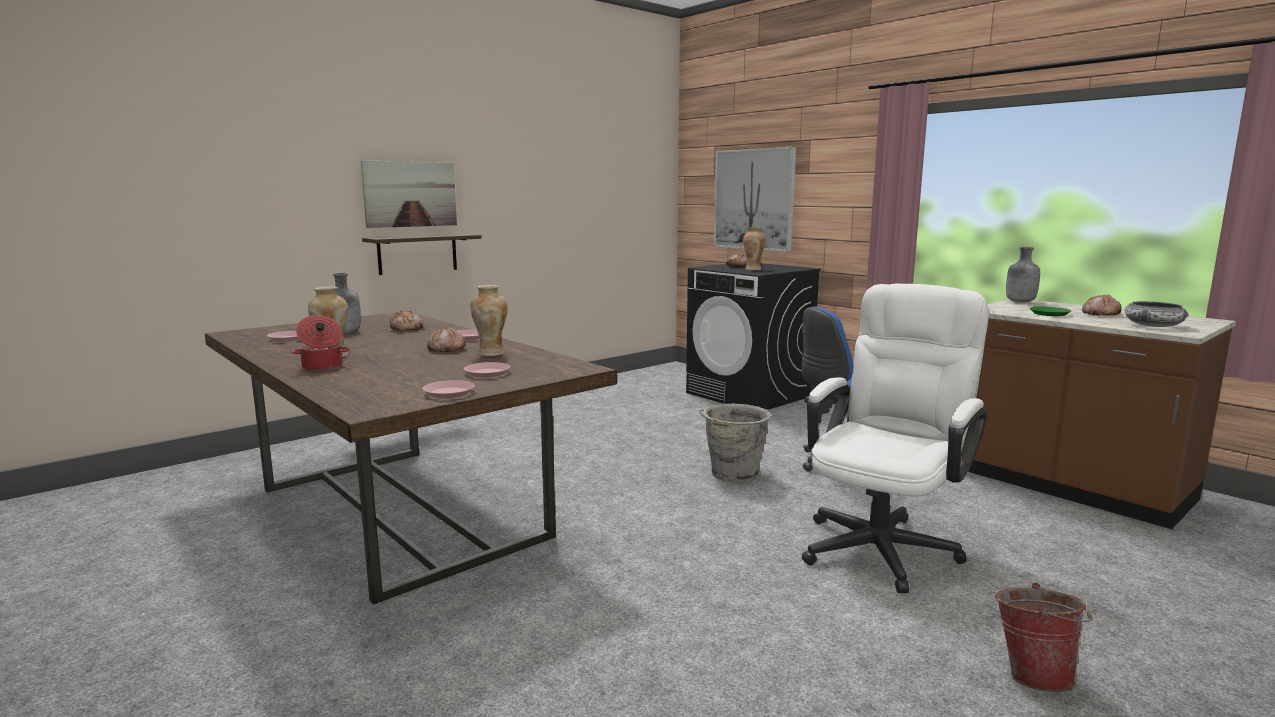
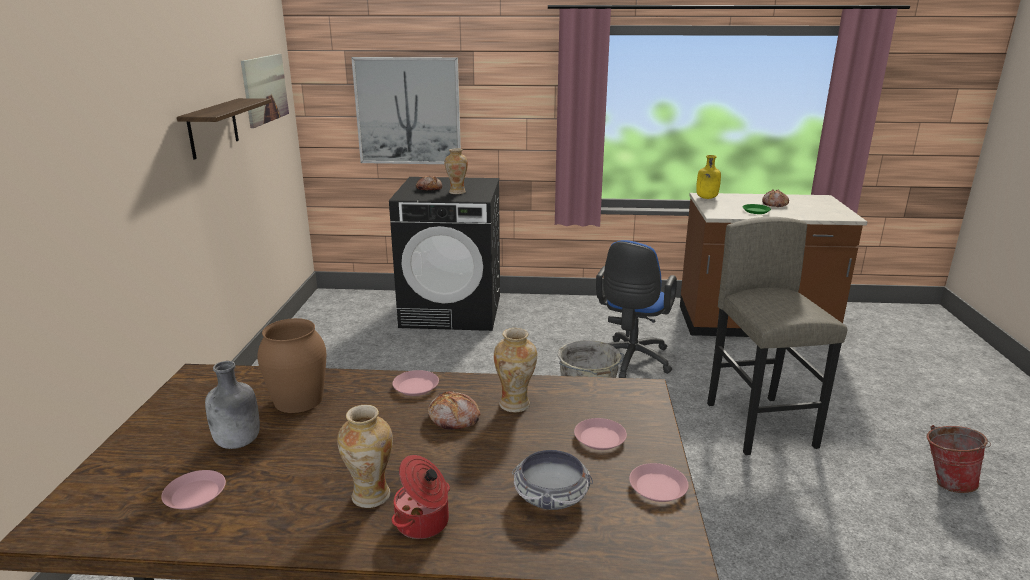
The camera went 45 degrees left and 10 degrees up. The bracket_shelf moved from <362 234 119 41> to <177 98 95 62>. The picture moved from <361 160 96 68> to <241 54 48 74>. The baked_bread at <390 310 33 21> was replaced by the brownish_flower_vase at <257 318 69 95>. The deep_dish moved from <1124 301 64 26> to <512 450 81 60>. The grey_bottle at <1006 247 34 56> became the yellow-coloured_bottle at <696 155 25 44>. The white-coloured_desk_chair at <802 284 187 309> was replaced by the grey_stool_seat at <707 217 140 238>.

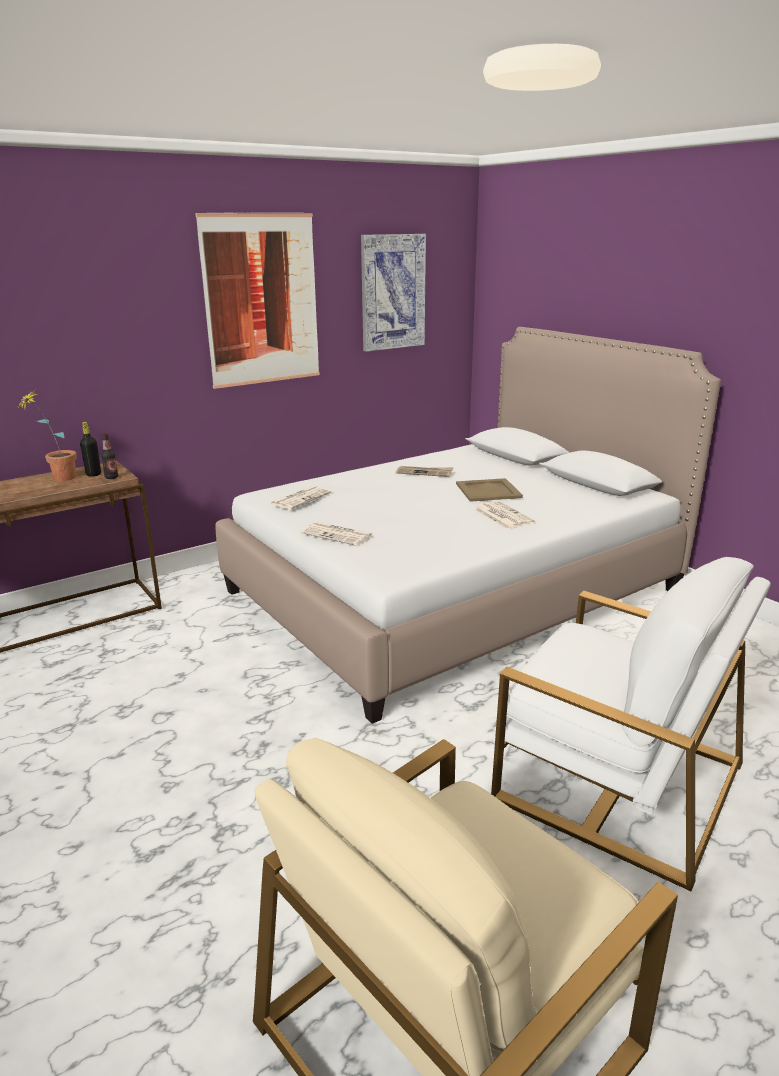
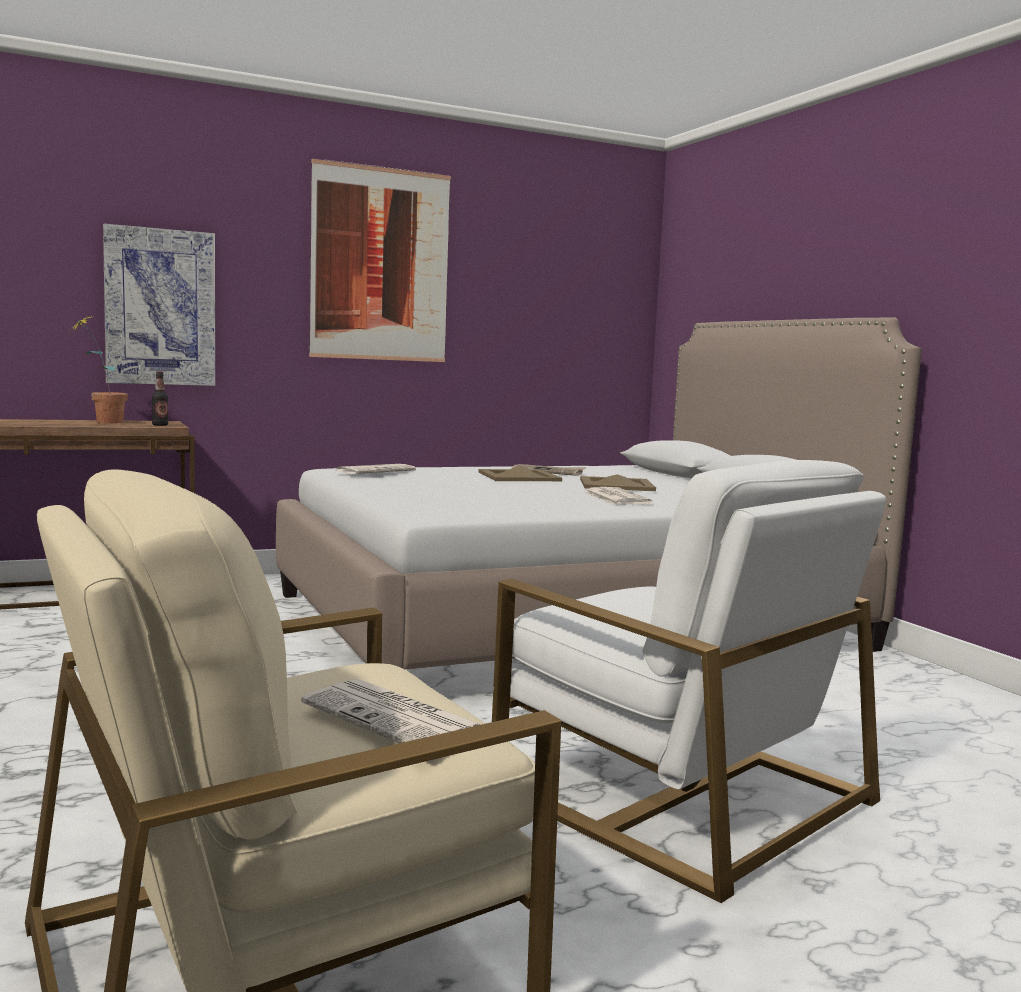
The camera went 10 degrees right and 15 degrees down. The picture moved from <361 234 65 118> to <103 223 112 163>. The printed_paper moved from <301 522 72 24> to <301 679 181 64>. The beige-coloured_serving_tray at <478 466 84 15> appeared. The black-coloured_bottle at <80 422 21 55> disappeared.

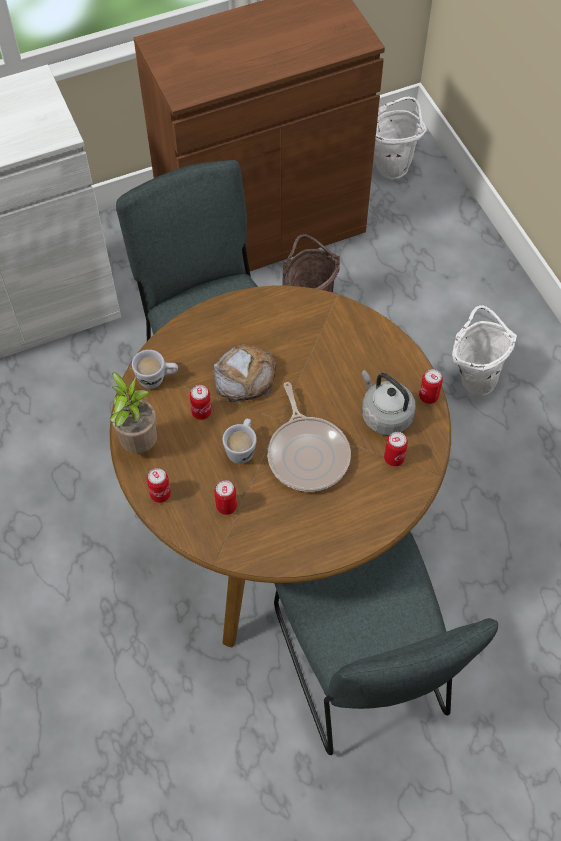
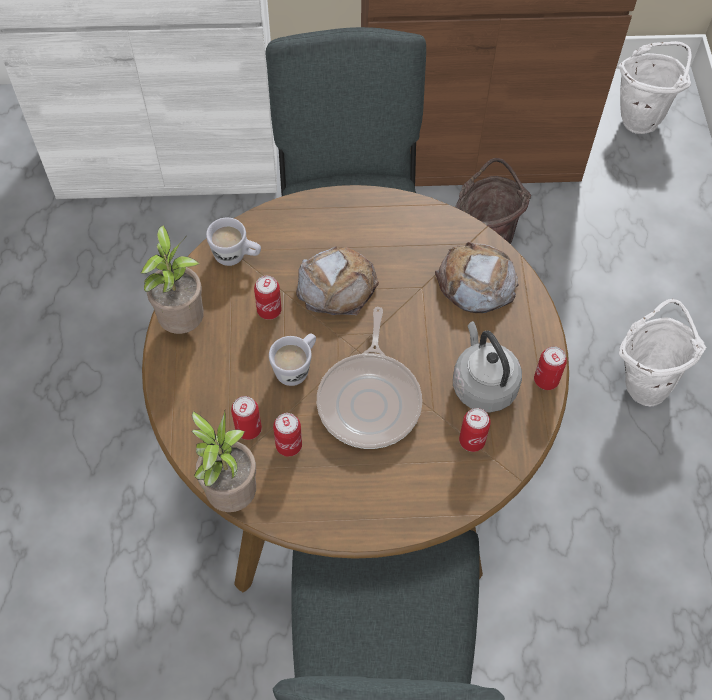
The camera went 20 degrees right and 0 degrees up. The plant_in_a_pot at <192 411 64 101> appeared. The can moved from <147 468 24 35> to <273 413 29 44>. The baked_bread at <435 242 84 71> appeared.

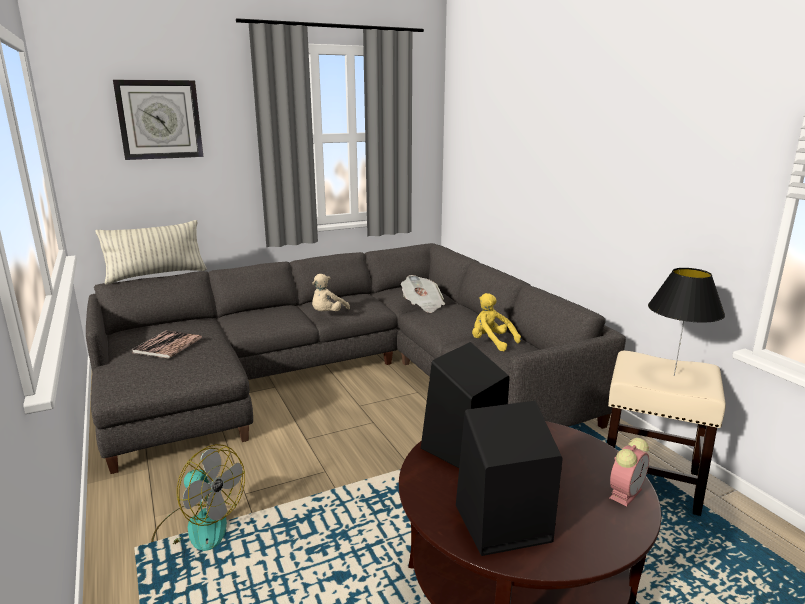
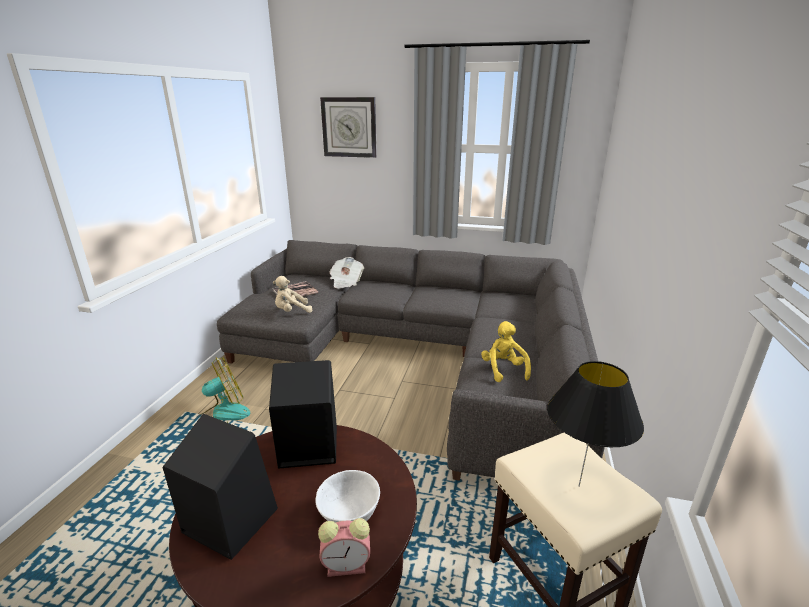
The camera went 40 degrees right and 5 degrees up. The fan at <151 444 94 107> turned 105 degrees counterclockwise. The beige-coloured_plush_toy moved from <312 274 38 37> to <273 276 39 37>. The white-coloured_deep_dish at <315 470 65 53> appeared. The printed_paper moved from <401 275 44 38> to <330 257 34 32>. The cushion at <96 220 111 64> disappeared.

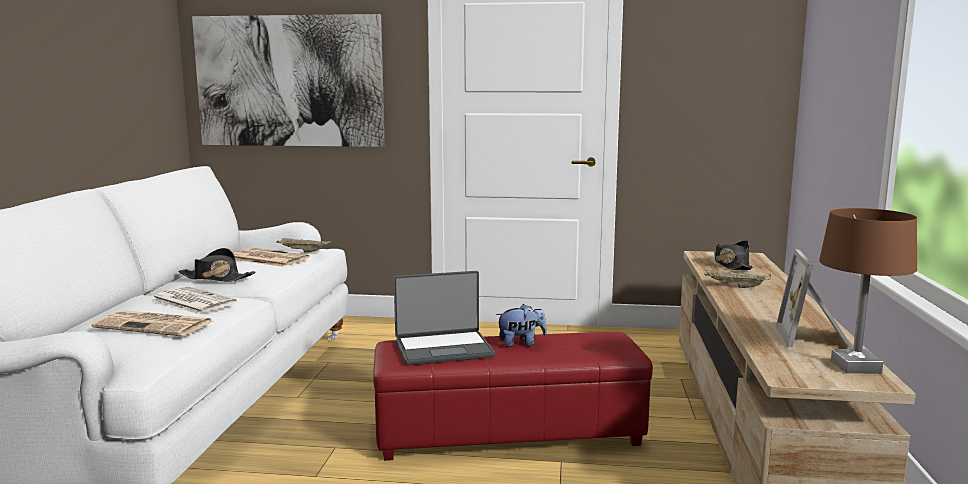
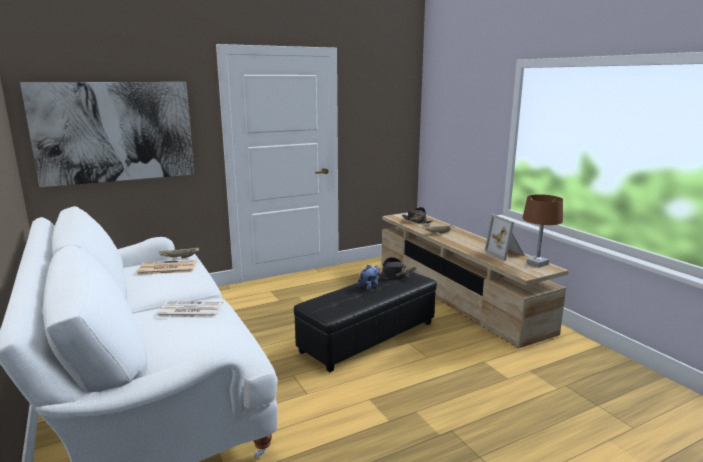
The camera went 35 degrees left and 5 degrees up. The red_pouffe at <373 332 280 129> became the black-coloured_pouffe at <294 272 143 100>. The black-coloured_clothing_hat moved from <179 248 76 34> to <380 257 37 22>. The printed_paper at <92 310 121 26> disappeared. The laptop at <394 271 101 95> disappeared.

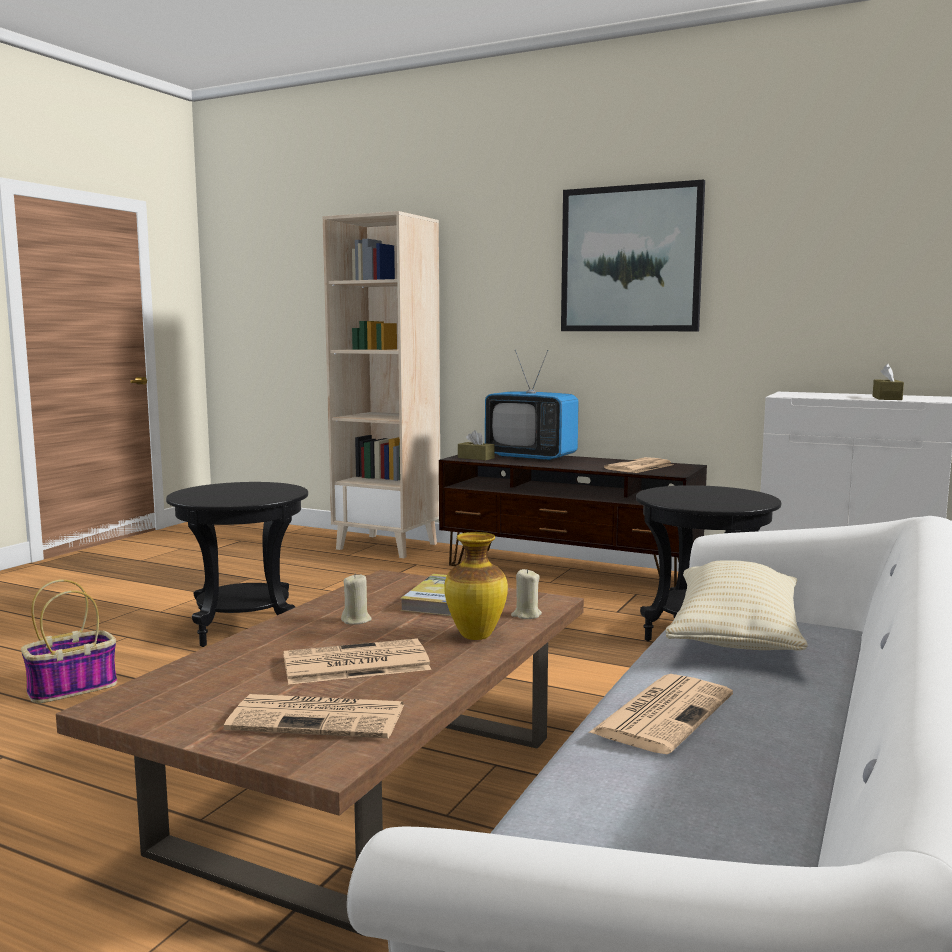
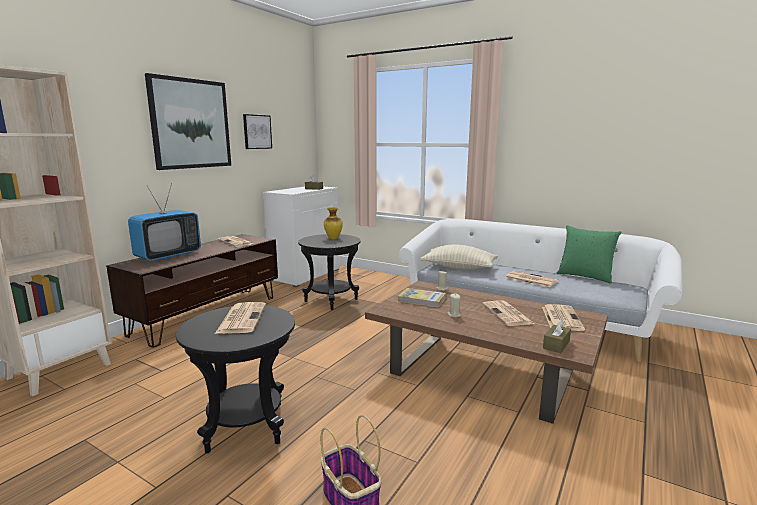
The camera went 85 degrees left and 5 degrees up. The printed_paper at <215 302 51 32> appeared. The picture at <243 114 29 35> appeared. The flower_vase moved from <444 532 64 108> to <324 208 19 32>. The brownish_tissue_box moved from <458 430 36 31> to <543 319 28 34>. The green-coloured_cushion at <557 225 64 59> appeared.

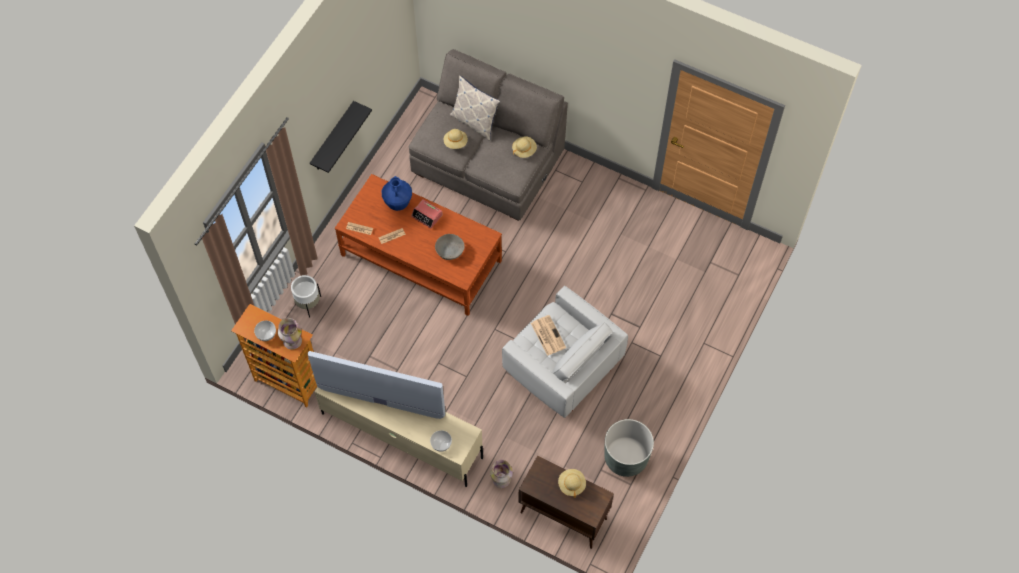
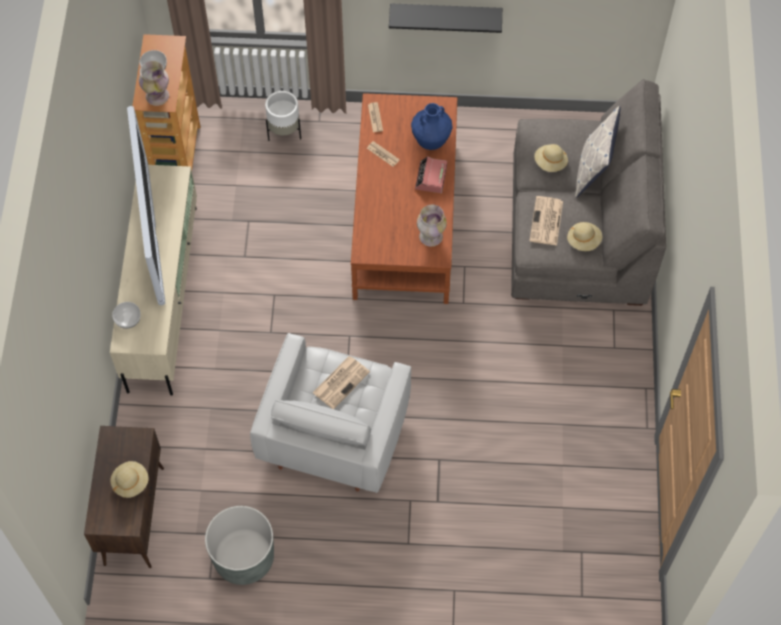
The camera went 65 degrees right and 0 degrees up. The flower_vase moved from <490 460 23 28> to <417 205 30 41>. The printed_paper at <529 196 34 50> appeared. The grey_deep_dish at <435 234 30 26> disappeared.

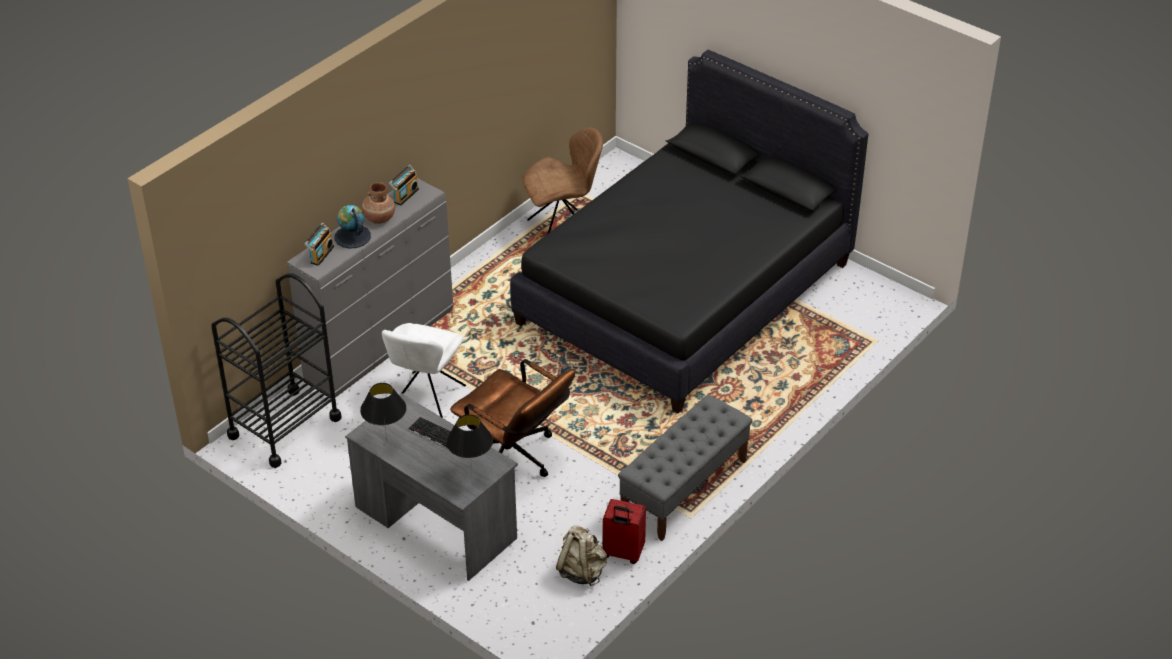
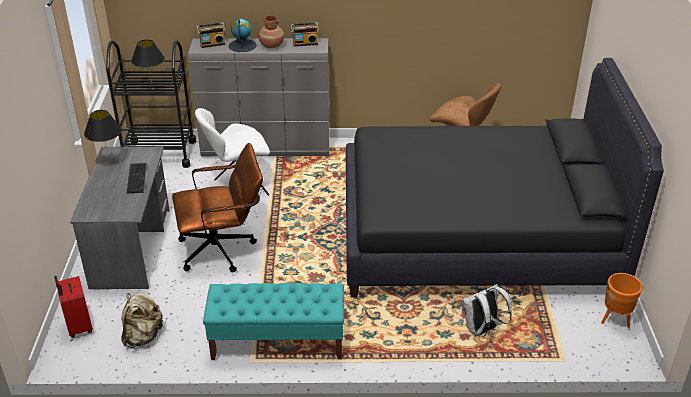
The camera went 50 degrees right and 5 degrees down. The red_travel_case moved from <603 499 43 65> to <54 276 39 62>. The black-coloured_lamp_for_a_table moved from <446 414 47 61> to <131 39 34 51>. The brownish_desk_chair at <450 359 125 118> turned 105 degrees counterclockwise. The grey_indoor_bench at <618 395 135 146> became the blue-green_indoor_bench at <203 283 141 77>. The white-coloured_backpack at <461 284 51 53> appeared. The orange-coloured_flower_pot at <601 273 42 55> appeared.

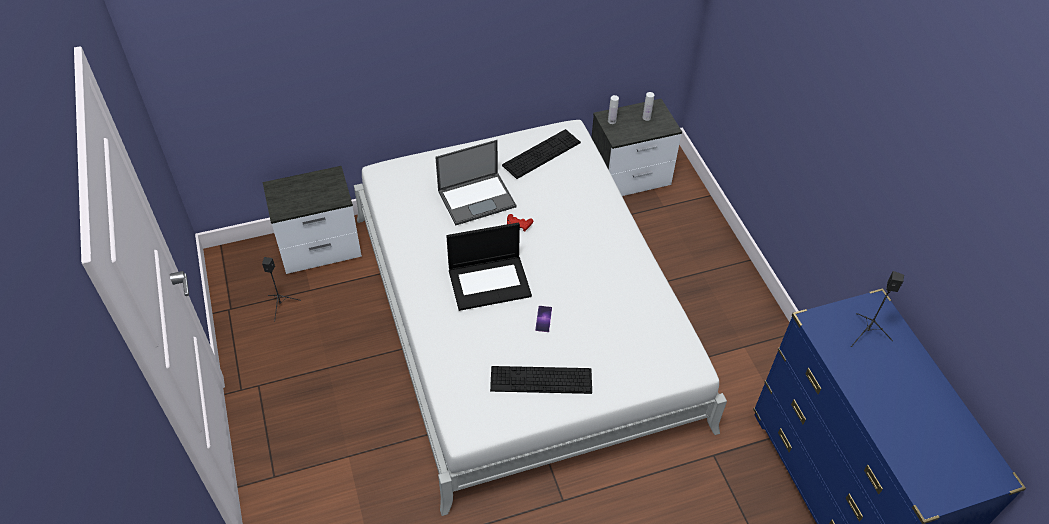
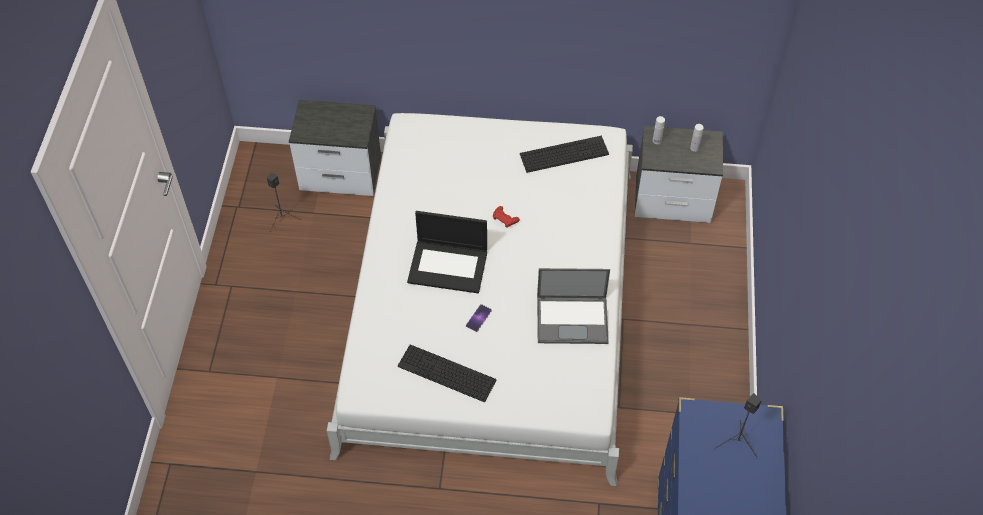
The camera went 25 degrees right and 5 degrees up. The laptop moved from <435 140 81 85> to <537 268 73 76>.

